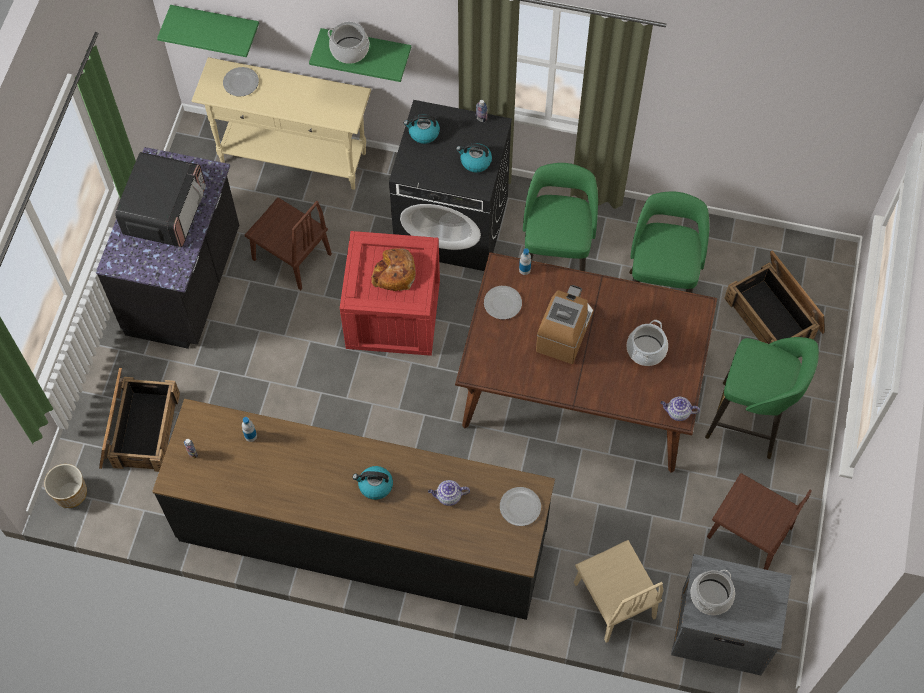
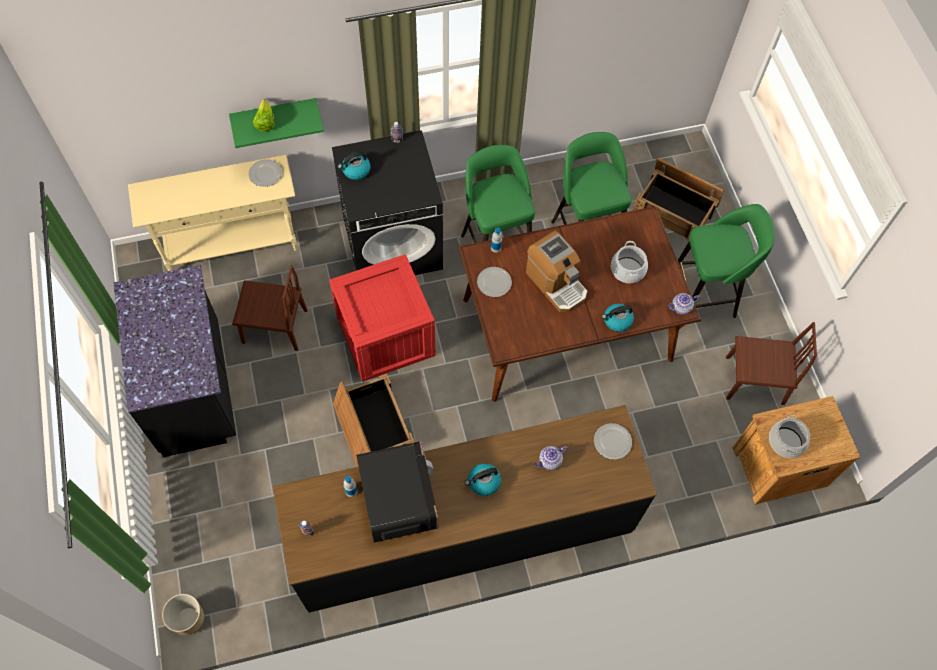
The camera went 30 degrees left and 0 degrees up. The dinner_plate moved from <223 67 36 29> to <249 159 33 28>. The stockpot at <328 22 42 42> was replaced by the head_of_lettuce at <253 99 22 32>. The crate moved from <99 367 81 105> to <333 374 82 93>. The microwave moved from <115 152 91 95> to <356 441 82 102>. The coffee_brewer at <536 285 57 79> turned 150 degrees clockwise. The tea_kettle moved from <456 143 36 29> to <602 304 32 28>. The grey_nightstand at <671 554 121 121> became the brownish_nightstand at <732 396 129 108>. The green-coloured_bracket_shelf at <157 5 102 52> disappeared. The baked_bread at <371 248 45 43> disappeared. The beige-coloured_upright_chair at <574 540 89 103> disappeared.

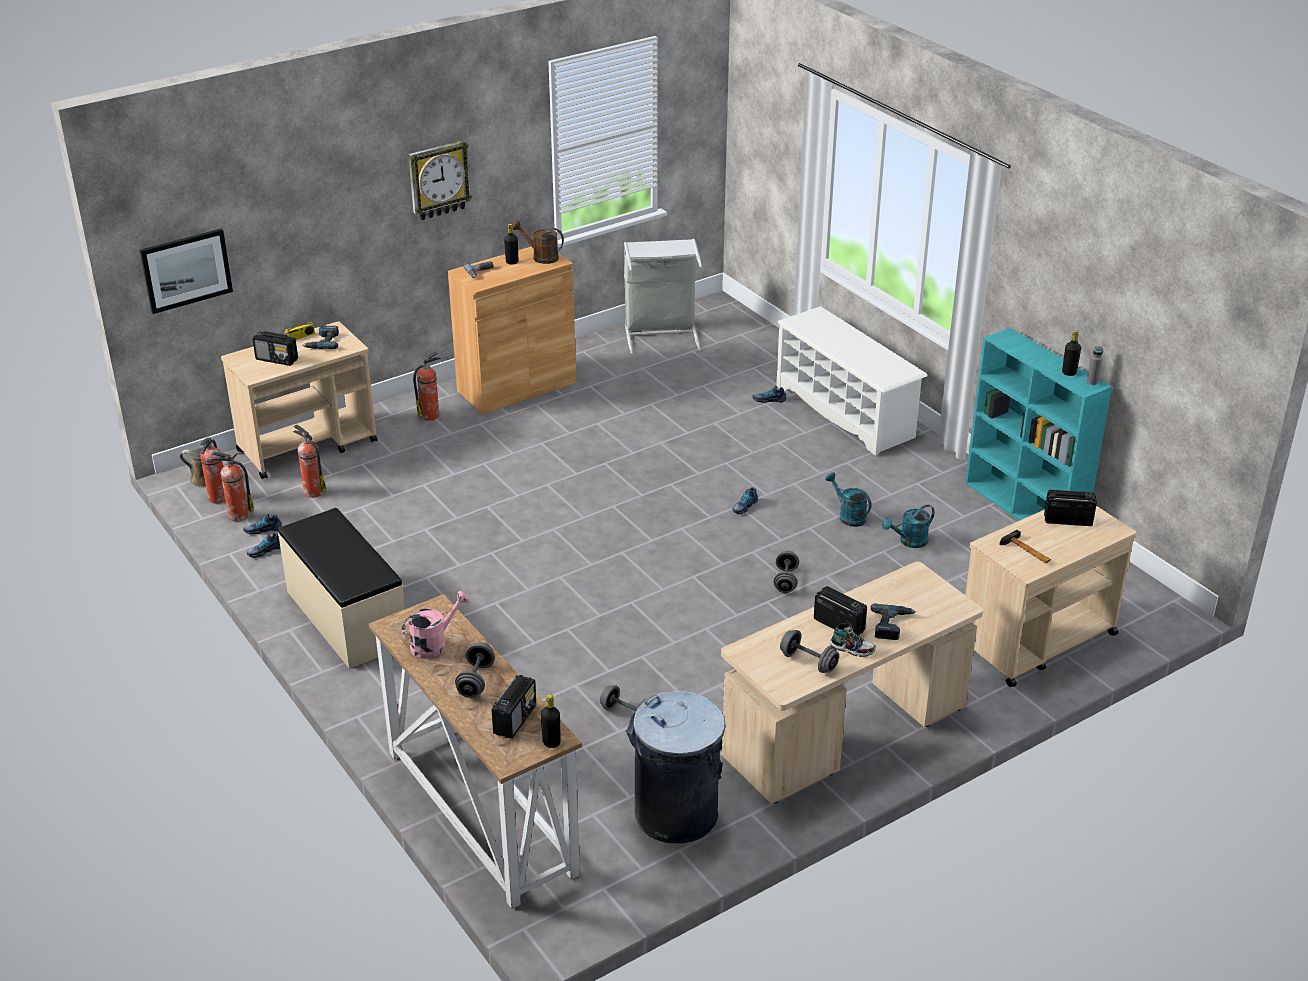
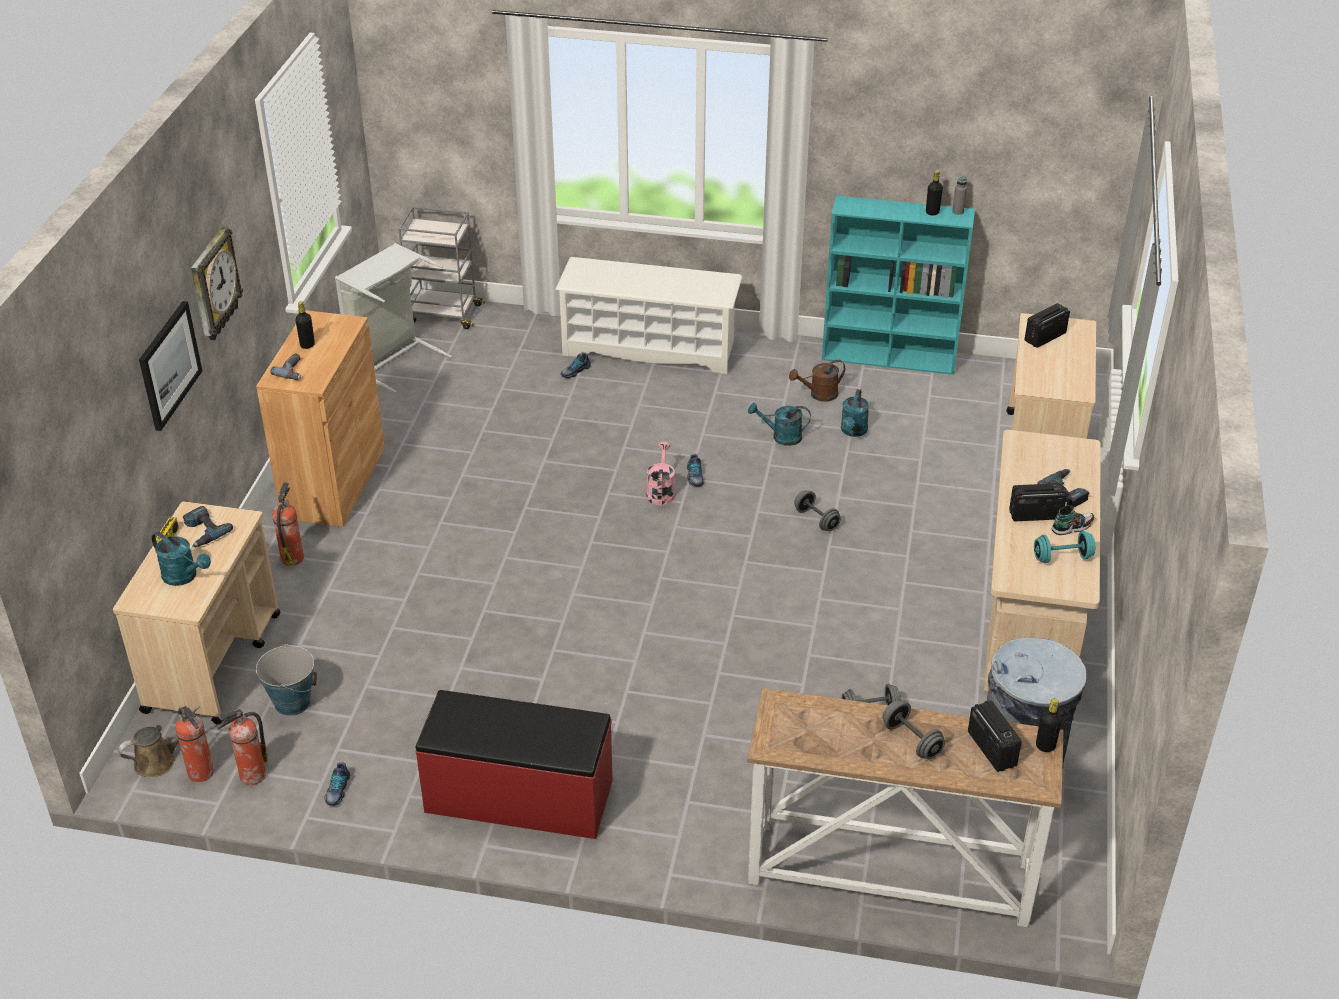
The camera went 45 degrees left and 5 degrees up. The picture moved from <140 228 93 86> to <139 301 63 130>. The radio_set at <252 331 46 35> was replaced by the blue-green_watering_can at <151 532 60 54>. The fire-fighting_cylinder at <293 424 34 74> was replaced by the water_bucket at <256 644 61 72>. The grey_wheeled_cart at <398 206 87 123> appeared. The beige-coloured_indoor_bench at <278 508 127 161> became the red_indoor_bench at <416 690 197 149>. The pinkish_watering_can moved from <402 591 68 68> to <647 442 28 63>. The brownish_watering_can moved from <513 221 51 43> to <789 360 56 42>. The grey_hand_weight at <780 630 59 43> became the blue-green_hand_weight at <1034 531 61 32>. The item_of_footwear at <243 514 39 21> disappeared. The tool_hammer at <999 530 52 33> disappeared.

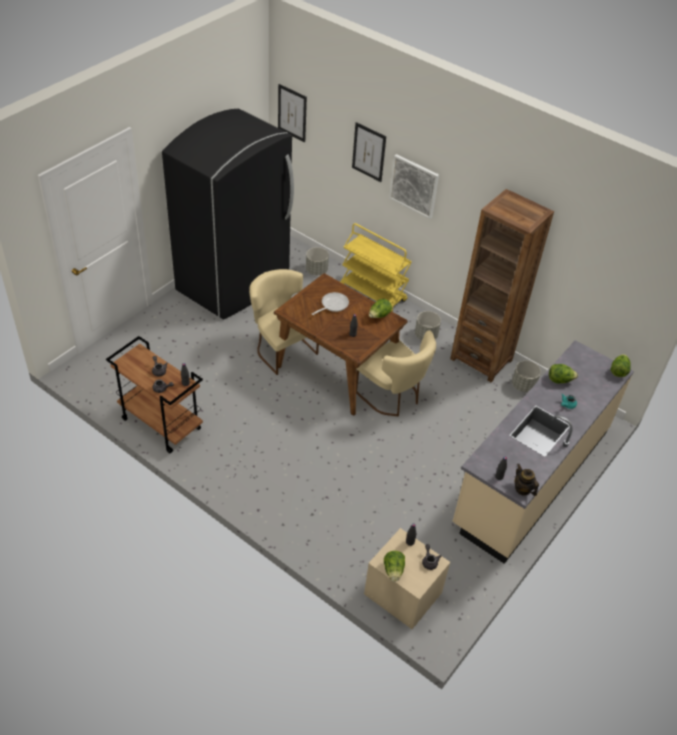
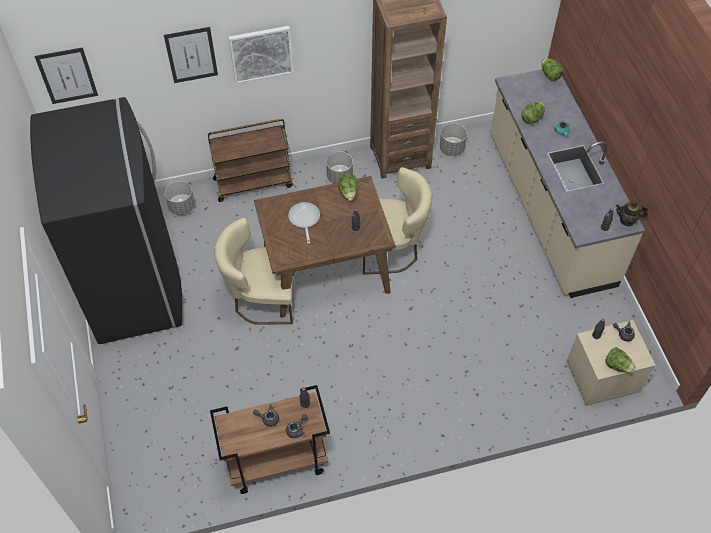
The camera went 50 degrees left and 10 degrees up. The yellow-coloured_wheeled_cart at <340 223 72 89> became the brownish_wheeled_cart at <208 119 85 83>.

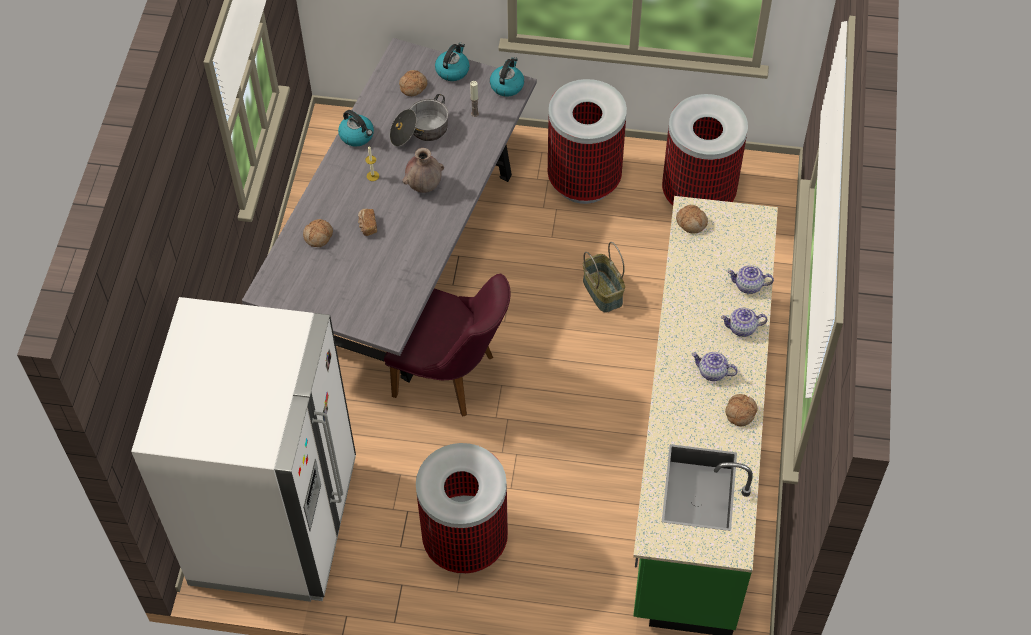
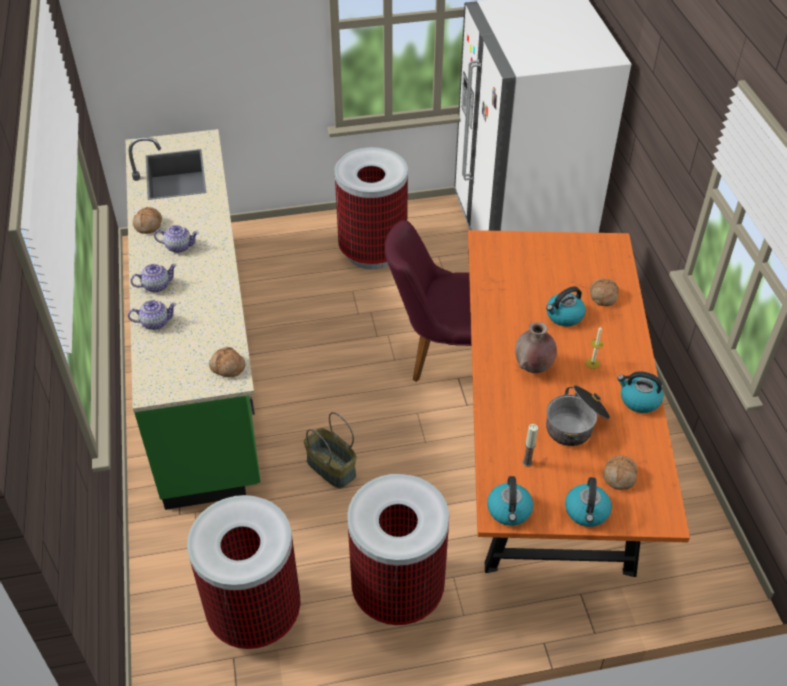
The camera went 160 degrees right and 10 degrees down. The grey_dinner_table at <242 38 295 345> became the orange-coloured_dinner_table at <468 230 222 347>. The baked_bread at <358 209 19 27> was replaced by the tea_kettle at <546 287 39 39>.

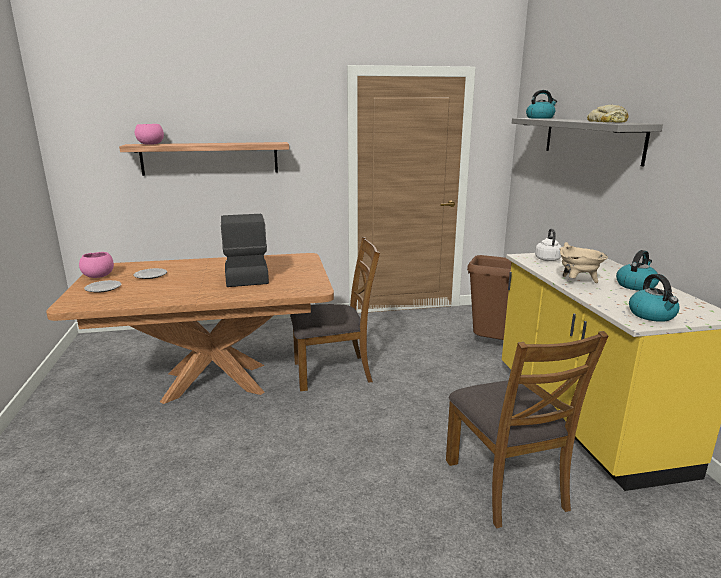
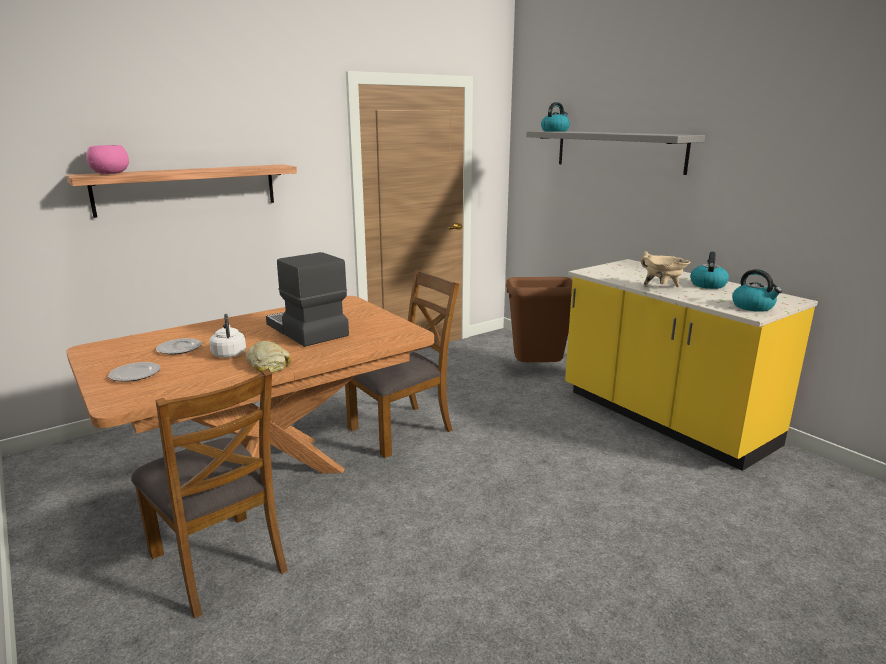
The camera went 25 degrees left and 0 degrees up. The brownish_upright_chair moved from <446 331 162 197> to <131 369 157 249>. The white-coloured_tea_kettle moved from <535 228 27 33> to <209 314 37 44>. The baked_bread moved from <587 104 42 19> to <246 341 46 32>. The pinkish_deep_dish at <79 252 35 26> disappeared.

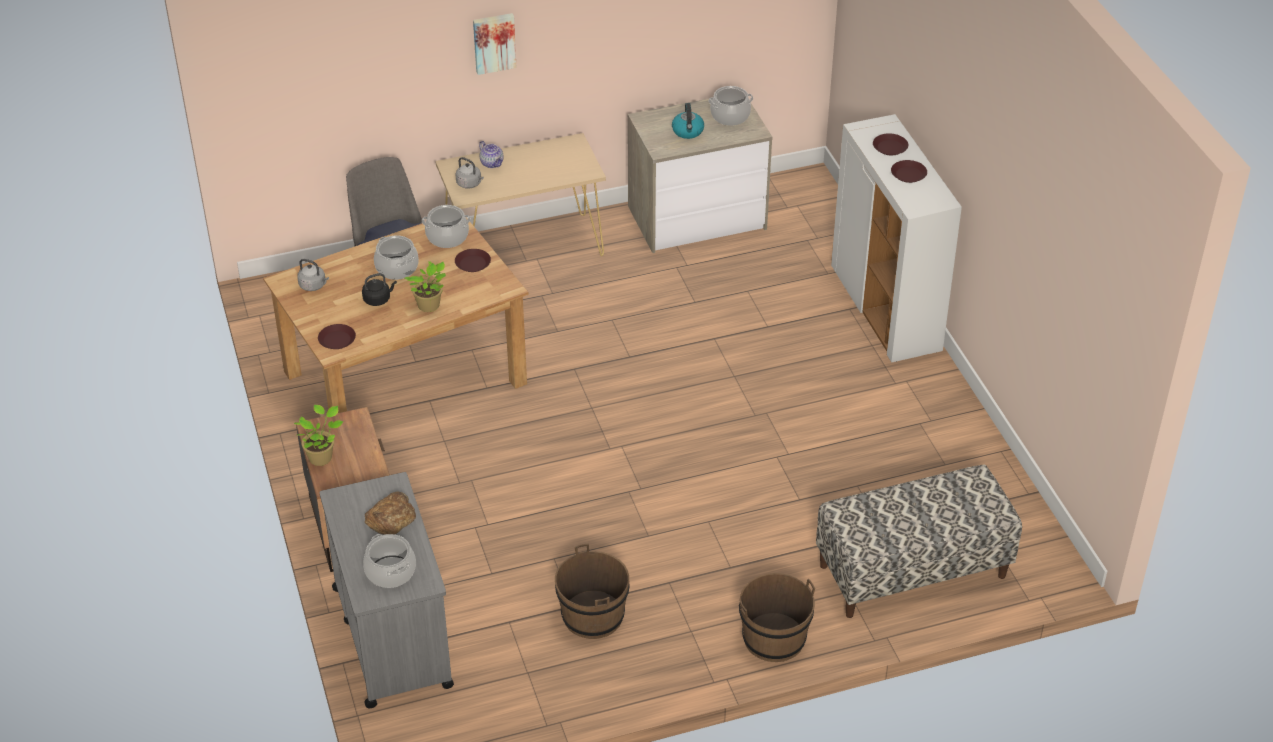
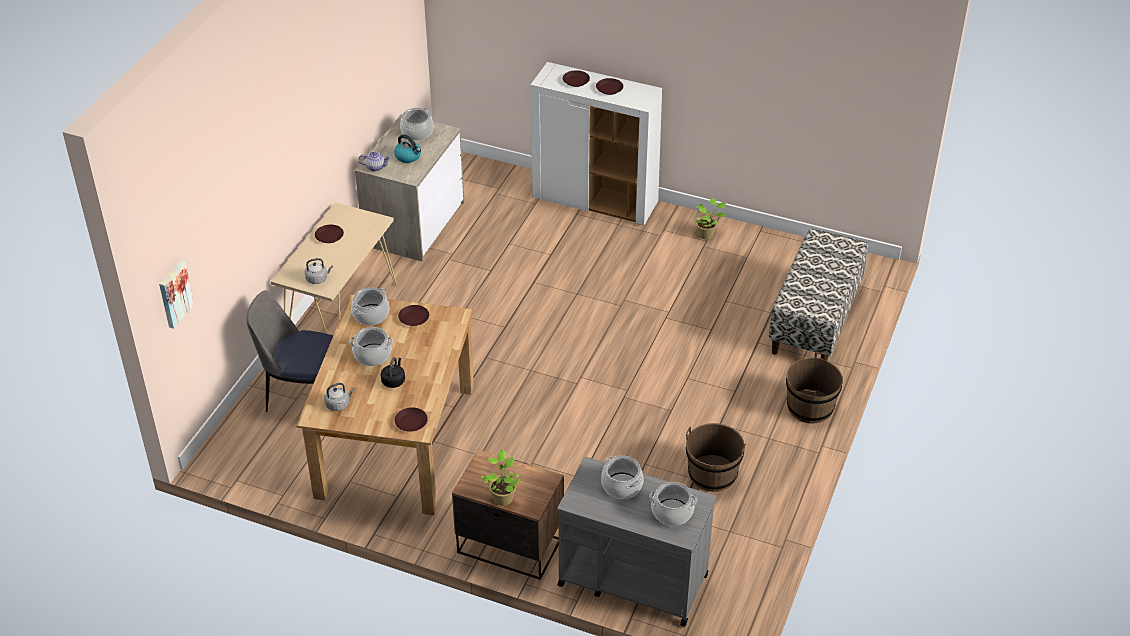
The camera went 50 degrees left and 0 degrees up. The picture moved from <473 13 44 62> to <159 260 35 69>. The brownish_dinner_plate at <315 225 29 18> appeared. The tea_pot moved from <479 141 24 27> to <358 151 33 21>. The baked_bread at <365 492 51 43> was replaced by the stockpot at <601 455 43 44>. The plant_in_a_pot moved from <405 261 41 51> to <695 198 31 41>.

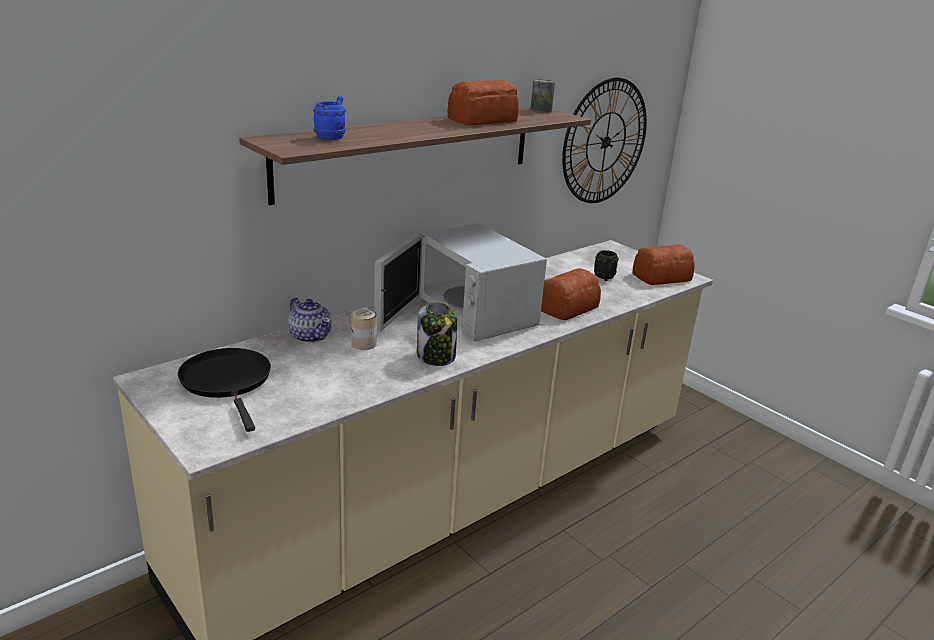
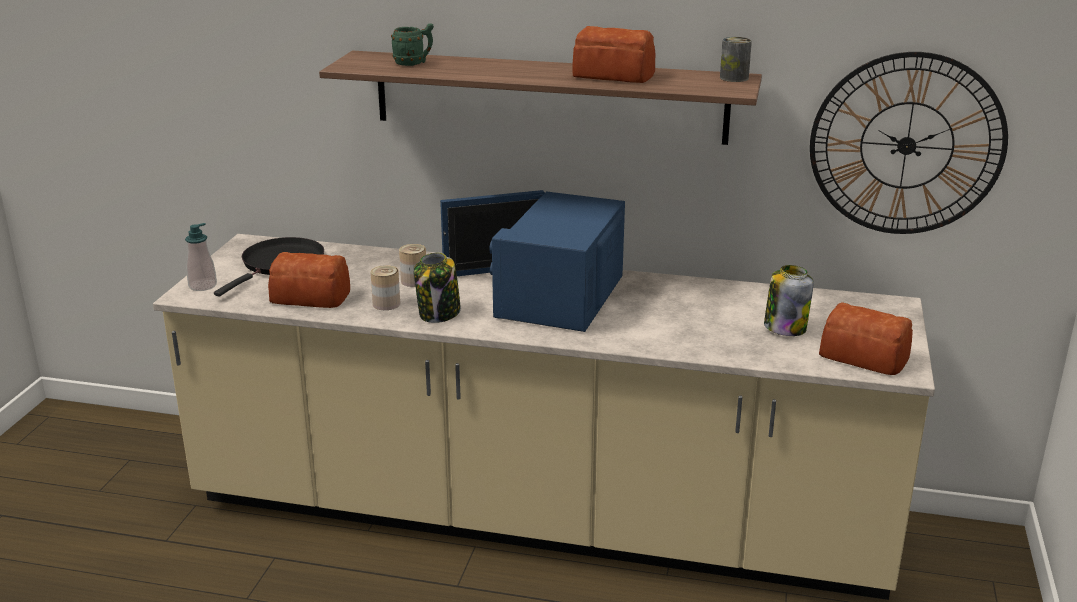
The camera went 55 degrees right and 0 degrees up. The soap_bottle at <185 223 32 68> appeared. The baked_bread moved from <541 268 60 52> to <268 252 82 56>. The can at <370 265 30 45> appeared. The bluish_mug at <313 95 33 45> became the green-coloured_mug at <391 23 43 43>. The white-coloured_microwave at <374 223 173 119> became the bluish_microwave at <440 190 185 142>. The black-coloured_mug at <594 250 25 31> was replaced by the preserve_jar at <764 265 50 71>. The tea_pot at <288 298 44 45> disappeared.

